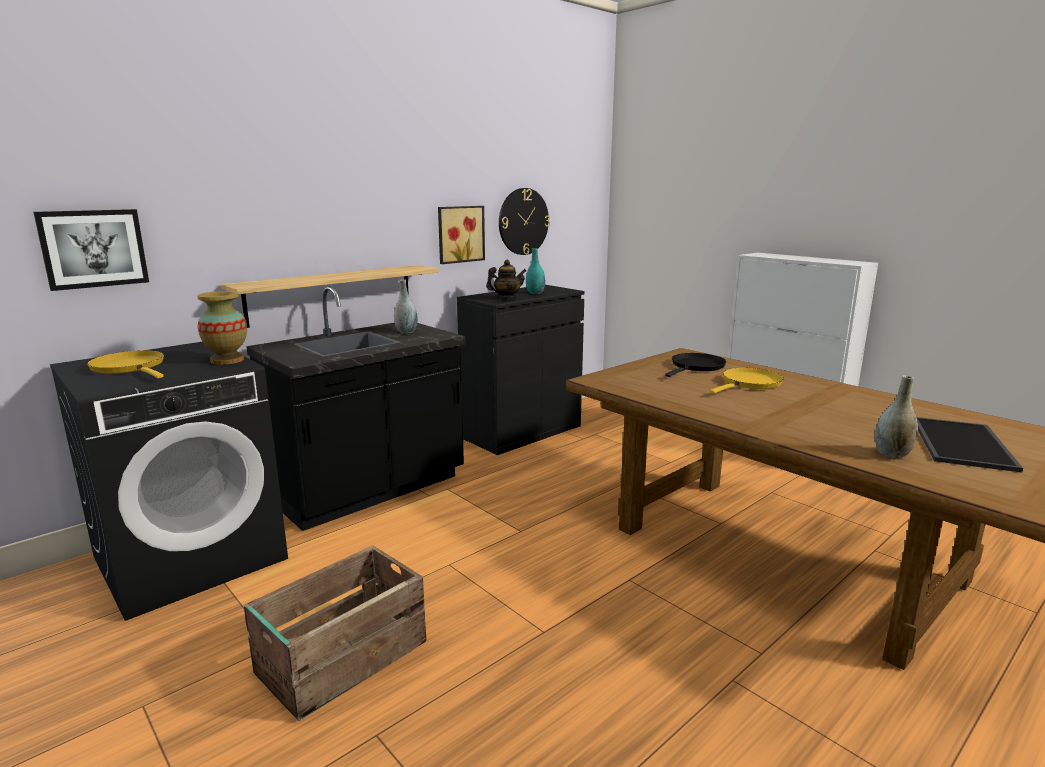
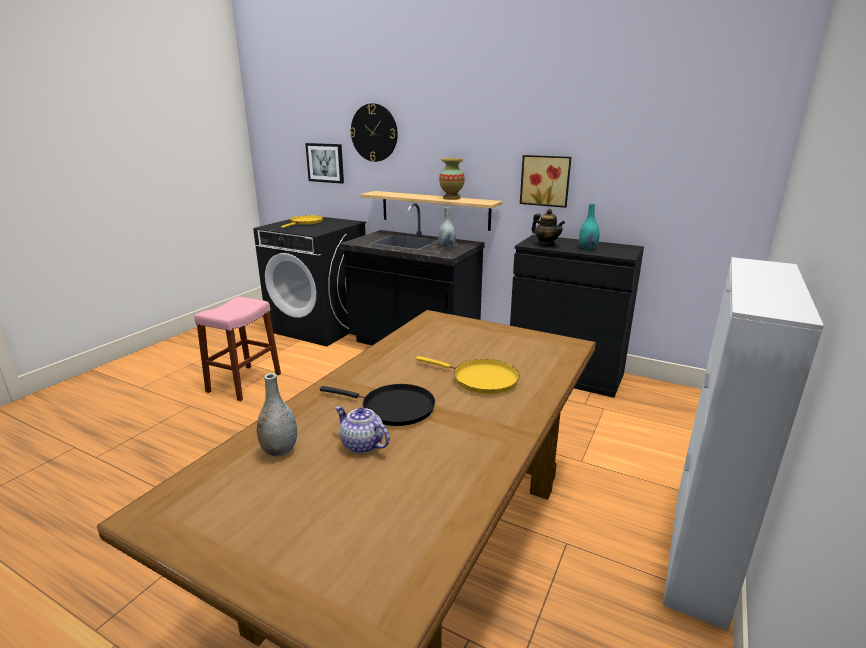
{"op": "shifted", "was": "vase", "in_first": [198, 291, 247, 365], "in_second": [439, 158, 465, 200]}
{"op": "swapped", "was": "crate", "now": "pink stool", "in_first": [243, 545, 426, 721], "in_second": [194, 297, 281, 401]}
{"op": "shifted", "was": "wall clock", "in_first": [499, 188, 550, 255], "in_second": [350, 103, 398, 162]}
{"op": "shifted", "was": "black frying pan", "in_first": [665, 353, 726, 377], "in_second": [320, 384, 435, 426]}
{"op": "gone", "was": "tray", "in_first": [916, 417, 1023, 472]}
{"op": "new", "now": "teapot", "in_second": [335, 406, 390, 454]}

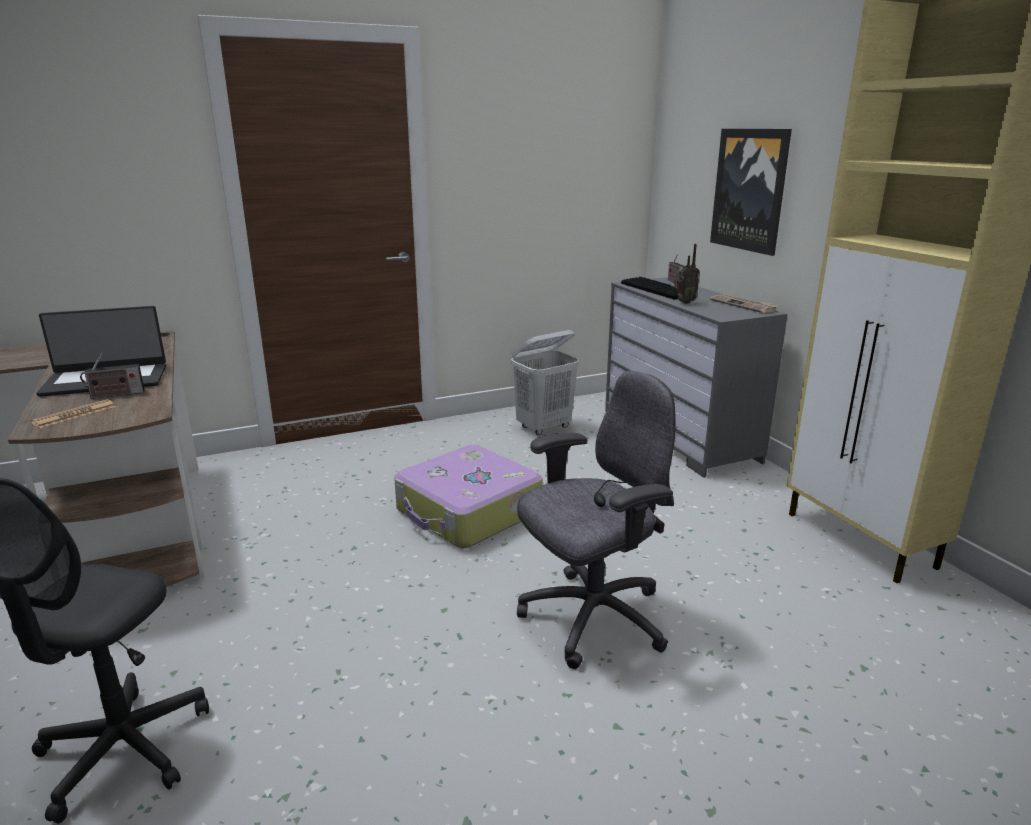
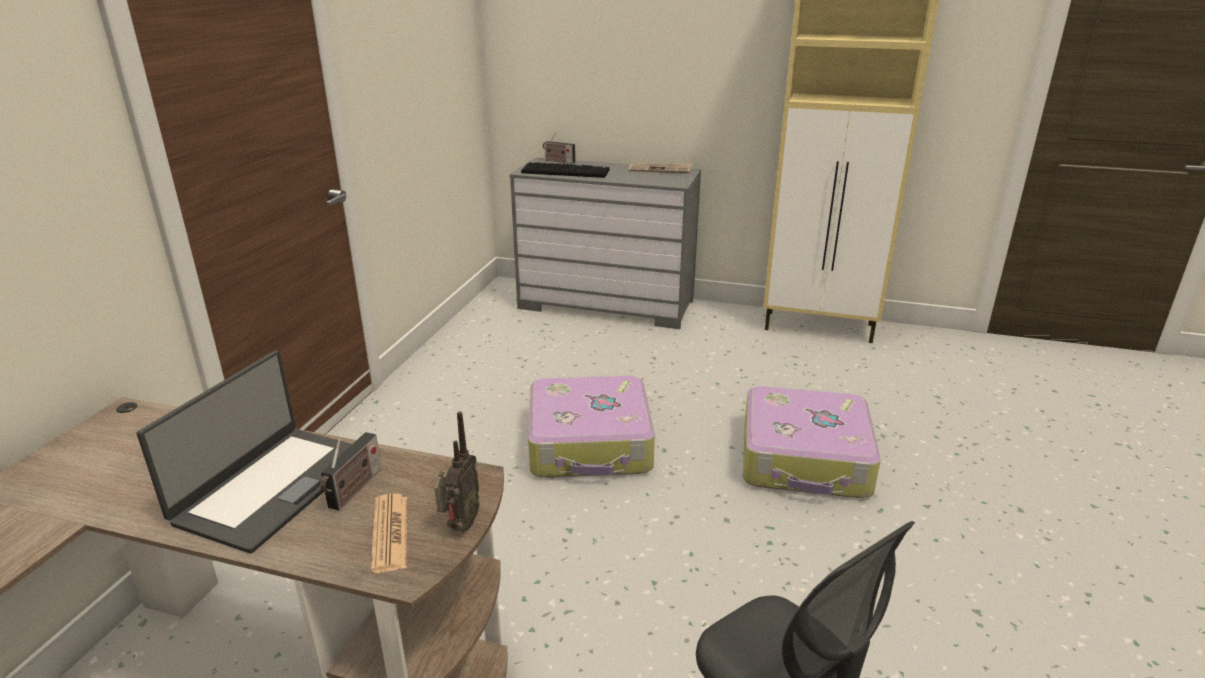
{"op": "gone", "was": "white laundry basket", "in_first": [511, 330, 579, 435]}
{"op": "swapped", "was": "grey office chair", "now": "suitcase", "in_first": [517, 371, 675, 669], "in_second": [743, 386, 881, 498]}
{"op": "shifted", "was": "radio", "in_first": [674, 244, 699, 304], "in_second": [434, 412, 480, 532]}
{"op": "gone", "was": "picture", "in_first": [710, 129, 792, 256]}

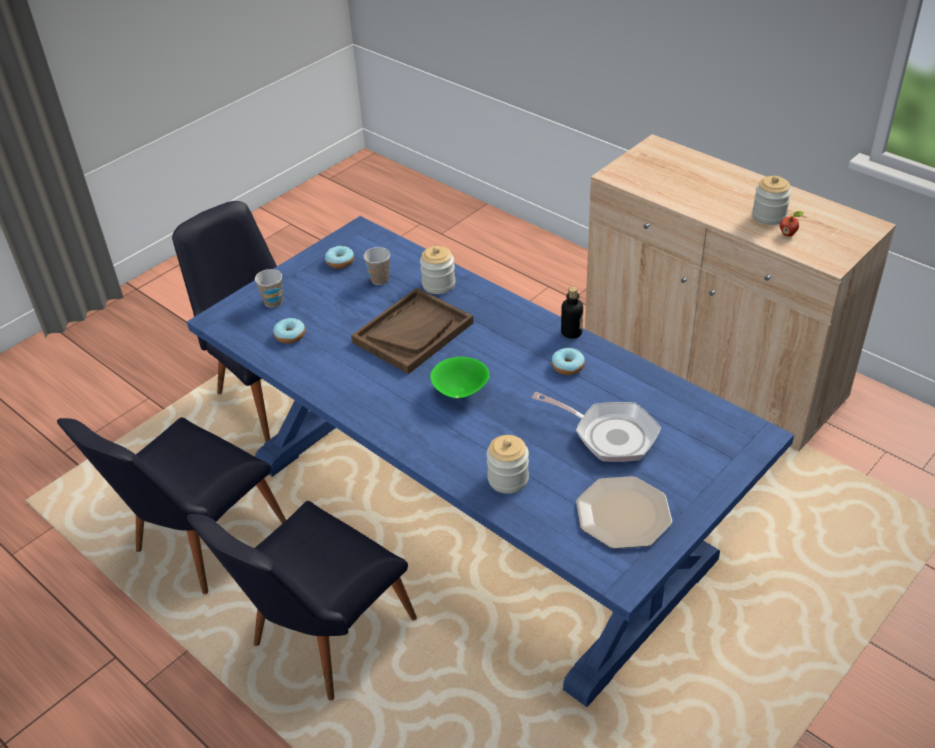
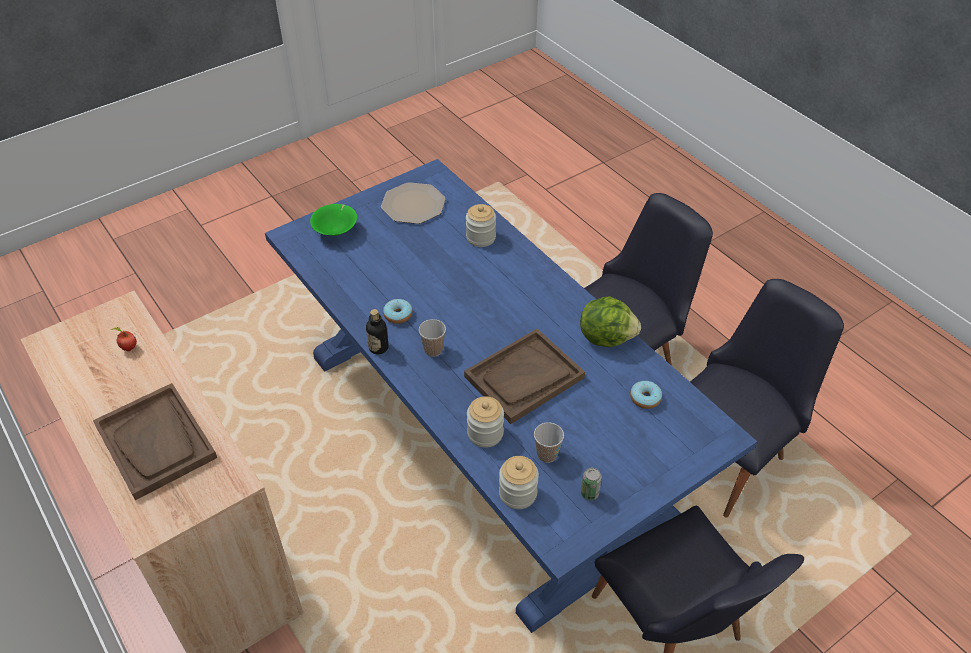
{"op": "shifted", "was": "cup", "in_first": [255, 269, 283, 308], "in_second": [419, 319, 446, 357]}
{"op": "swapped", "was": "donut", "now": "can", "in_first": [325, 246, 354, 269], "in_second": [581, 468, 602, 500]}
{"op": "shifted", "was": "green bowl", "in_first": [430, 357, 489, 398], "in_second": [310, 204, 357, 236]}
{"op": "gone", "was": "frying pan", "in_first": [532, 392, 661, 462]}
{"op": "shifted", "was": "jar", "in_first": [752, 176, 791, 225], "in_second": [499, 456, 539, 509]}
{"op": "new", "now": "brown tray", "in_second": [93, 383, 217, 500]}
{"op": "new", "now": "lettuce", "in_second": [580, 296, 641, 347]}

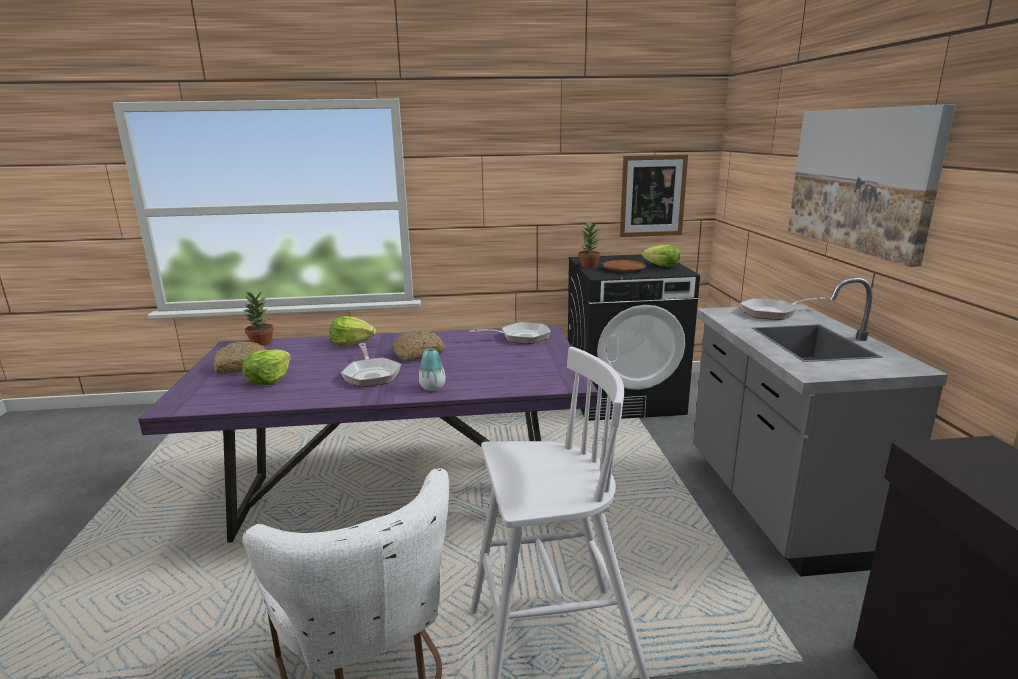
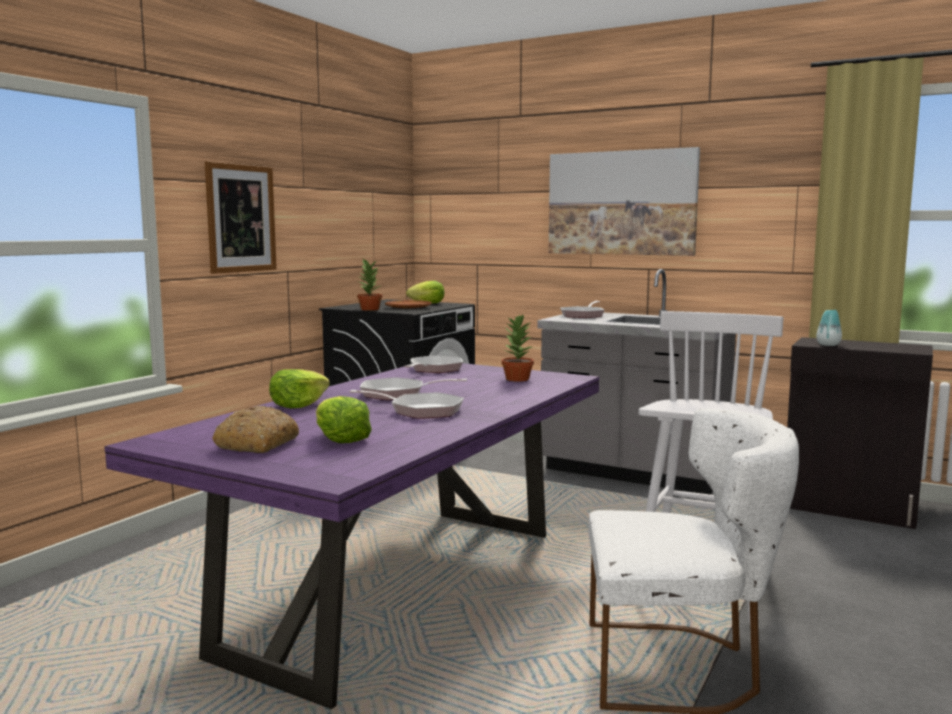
{"op": "shifted", "was": "potted plant", "in_first": [244, 291, 274, 346], "in_second": [502, 314, 534, 382]}
{"op": "swapped", "was": "bread", "now": "frying pan", "in_first": [392, 329, 444, 361], "in_second": [360, 377, 467, 400]}
{"op": "shifted", "was": "vase", "in_first": [419, 349, 446, 391], "in_second": [816, 310, 842, 346]}
{"op": "shifted", "was": "picture", "in_first": [620, 154, 688, 237], "in_second": [205, 161, 277, 274]}

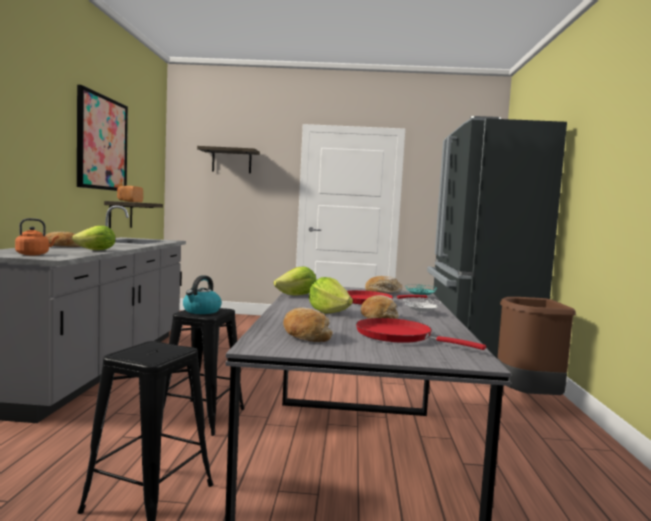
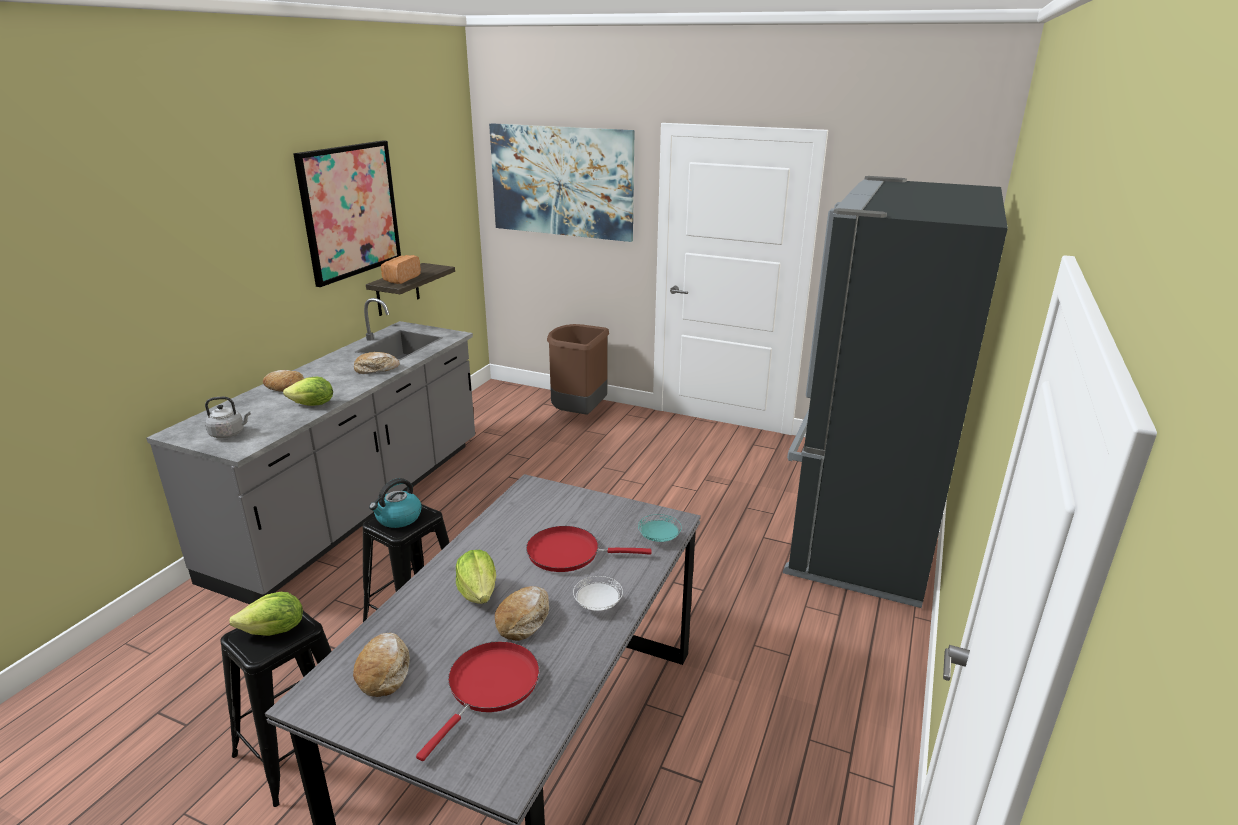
{"op": "repainted", "was": "orange kettle", "now": "grey kettle", "in_first": [15, 218, 59, 255], "in_second": [205, 397, 251, 438]}
{"op": "swapped", "was": "shelf", "now": "picture", "in_first": [197, 146, 260, 173], "in_second": [489, 123, 635, 242]}
{"op": "shifted", "was": "lettuce", "in_first": [274, 266, 317, 296], "in_second": [229, 592, 303, 636]}
{"op": "rotated", "was": "red frying pan", "in_first": [356, 318, 486, 350], "in_second": [416, 641, 540, 761], "clockwise": 60}
{"op": "shifted", "was": "bread", "in_first": [365, 276, 402, 294], "in_second": [354, 352, 399, 374]}
{"op": "shifted", "was": "brown trash can", "in_first": [497, 297, 576, 395], "in_second": [547, 324, 609, 415]}

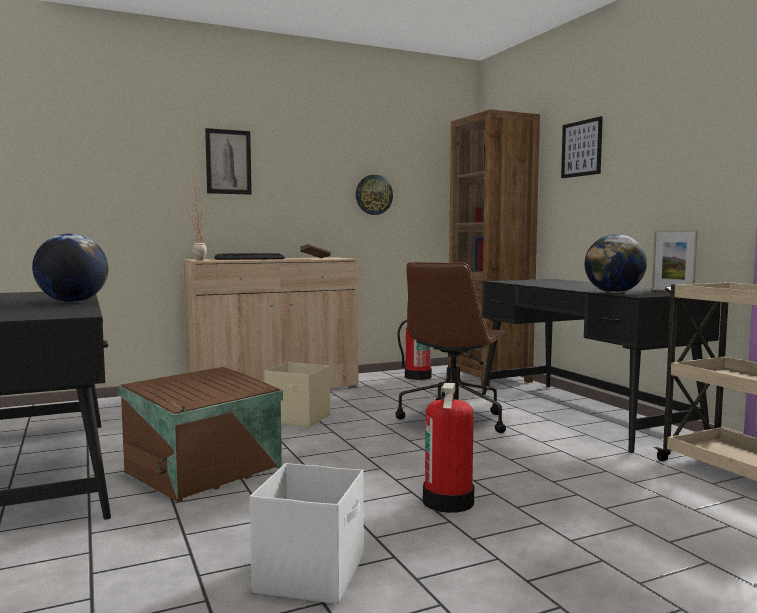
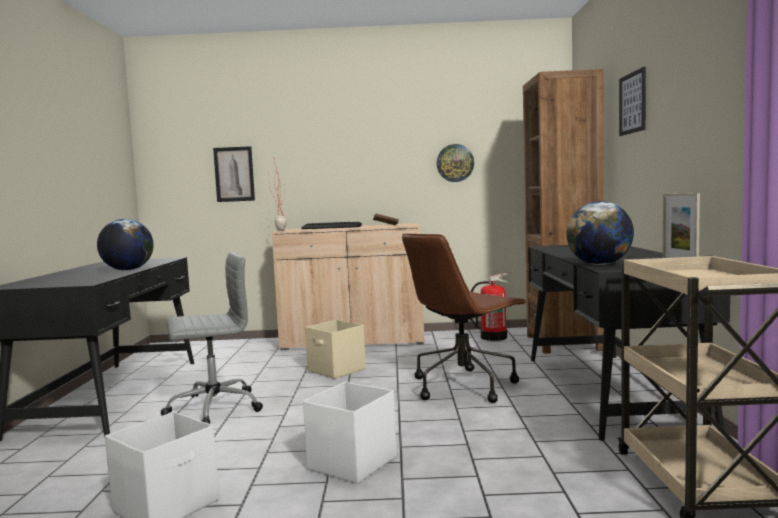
{"op": "swapped", "was": "brown storage box", "now": "grey office chair", "in_first": [118, 367, 283, 502], "in_second": [161, 252, 263, 424]}
{"op": "shifted", "was": "picture", "in_first": [205, 128, 252, 195], "in_second": [213, 146, 255, 202]}
{"op": "swapped", "was": "fire extinguisher", "now": "white storage box", "in_first": [423, 383, 474, 513], "in_second": [303, 382, 397, 484]}

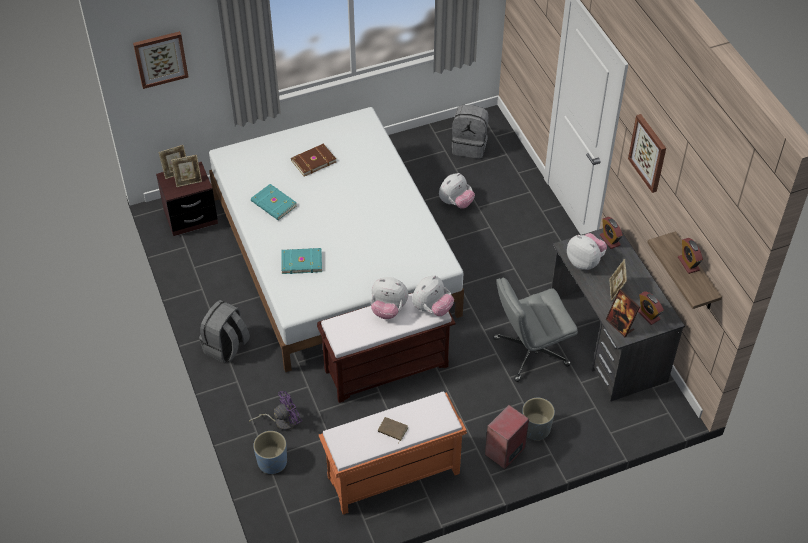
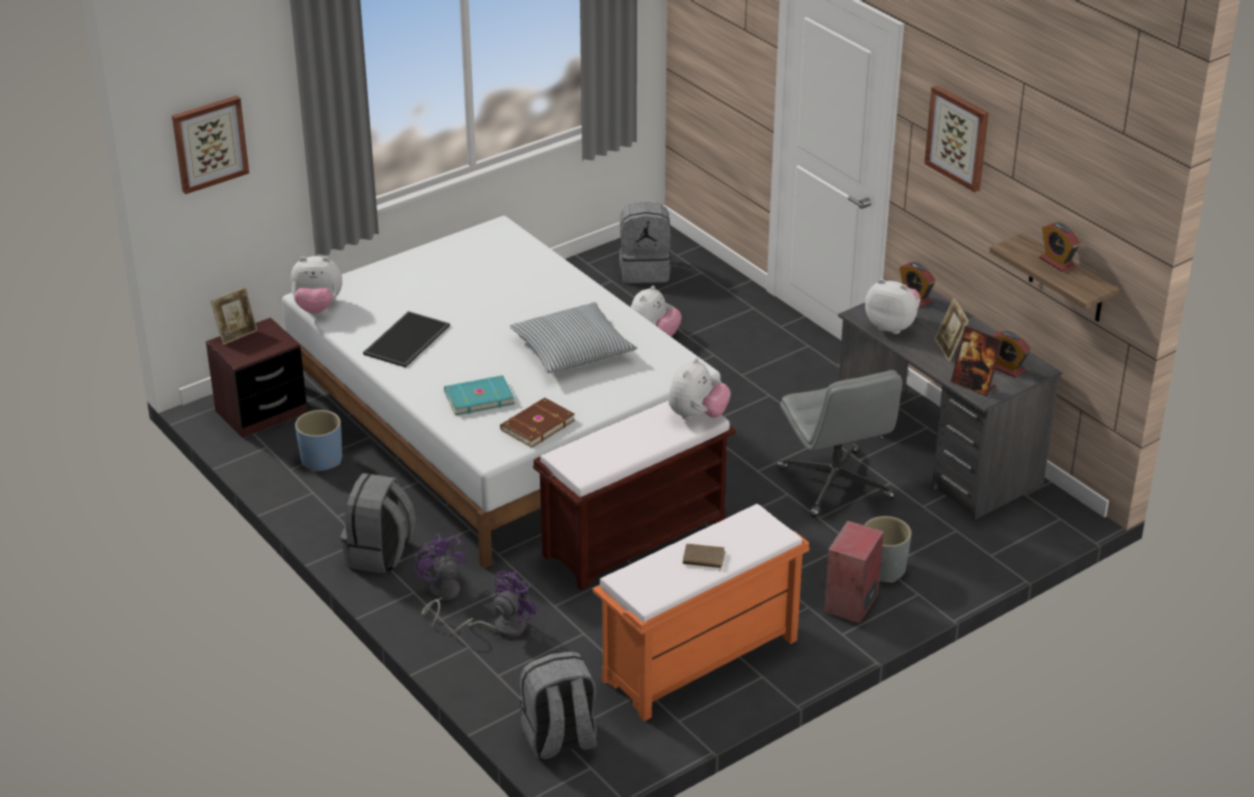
{"op": "gone", "was": "picture frame", "in_first": [171, 155, 202, 187]}
{"op": "swapped", "was": "turquoise book", "now": "tray", "in_first": [251, 184, 297, 220], "in_second": [363, 311, 450, 368]}
{"op": "shifted", "was": "blue planter", "in_first": [253, 431, 287, 474], "in_second": [295, 410, 342, 472]}
{"op": "shifted", "was": "brown book", "in_first": [291, 144, 336, 177], "in_second": [500, 397, 575, 448]}
{"op": "shifted", "was": "plush toy", "in_first": [371, 277, 408, 319], "in_second": [291, 256, 342, 314]}
{"op": "rotated", "was": "grey office chair", "in_first": [493, 278, 578, 382], "in_second": [777, 370, 902, 518], "clockwise": -75}
{"op": "new", "now": "purple fan", "in_second": [414, 534, 468, 627]}
{"op": "new", "now": "pillow", "in_second": [509, 302, 637, 373]}
{"op": "new", "now": "grey backpack", "in_second": [520, 651, 597, 760]}

